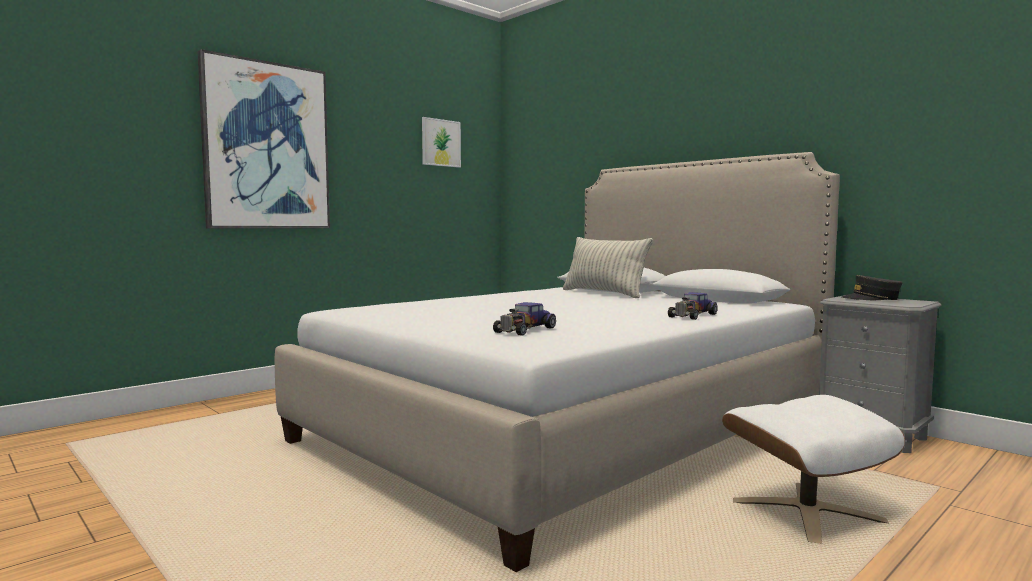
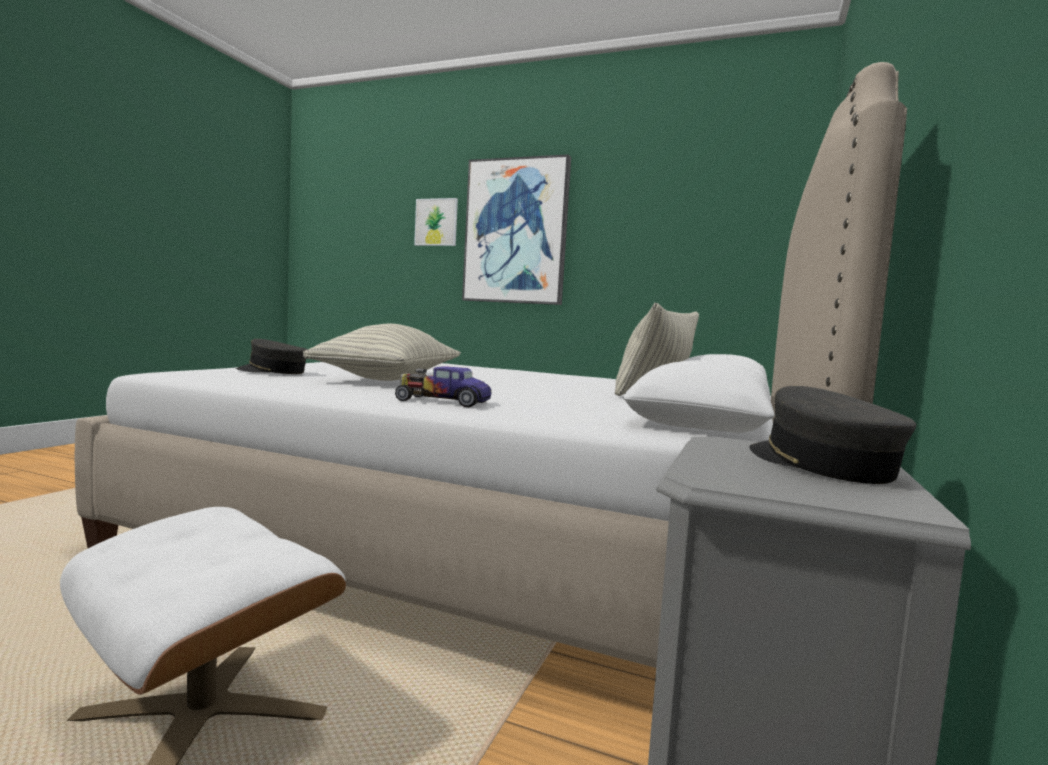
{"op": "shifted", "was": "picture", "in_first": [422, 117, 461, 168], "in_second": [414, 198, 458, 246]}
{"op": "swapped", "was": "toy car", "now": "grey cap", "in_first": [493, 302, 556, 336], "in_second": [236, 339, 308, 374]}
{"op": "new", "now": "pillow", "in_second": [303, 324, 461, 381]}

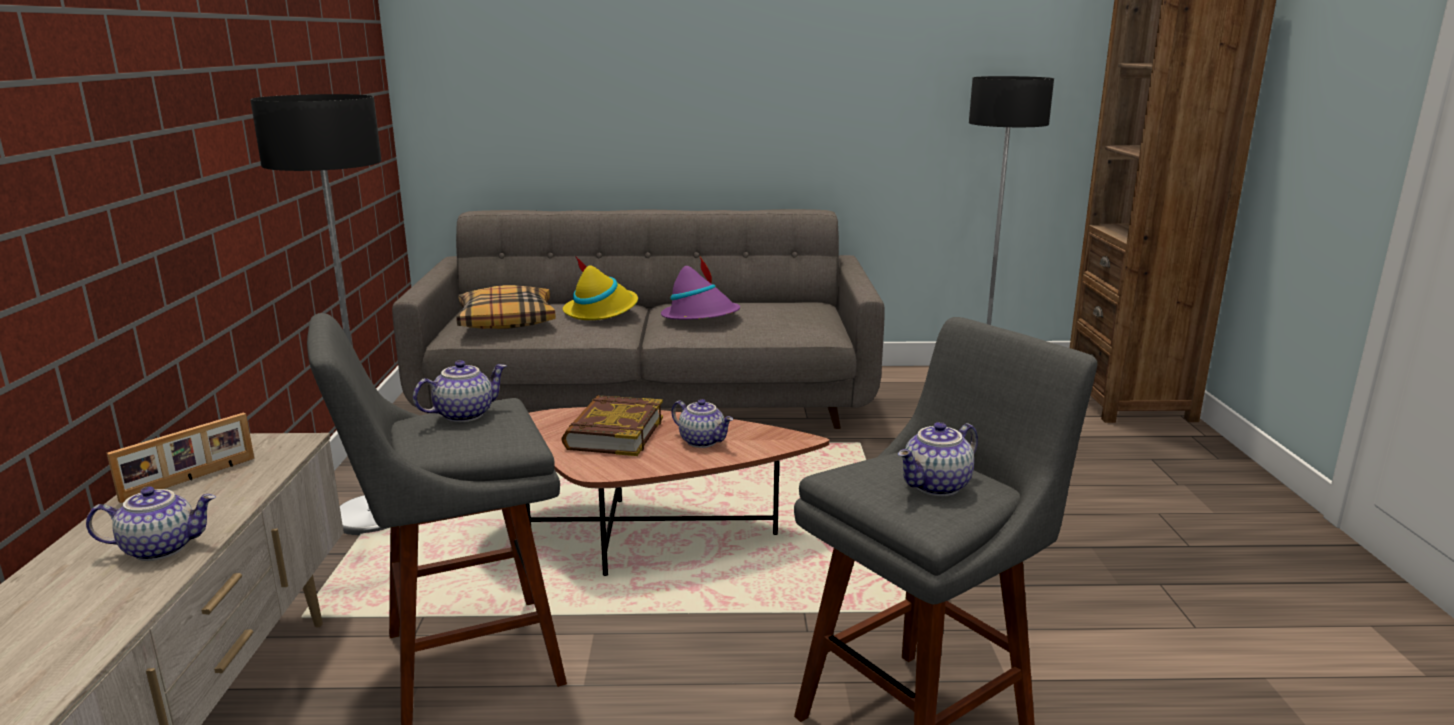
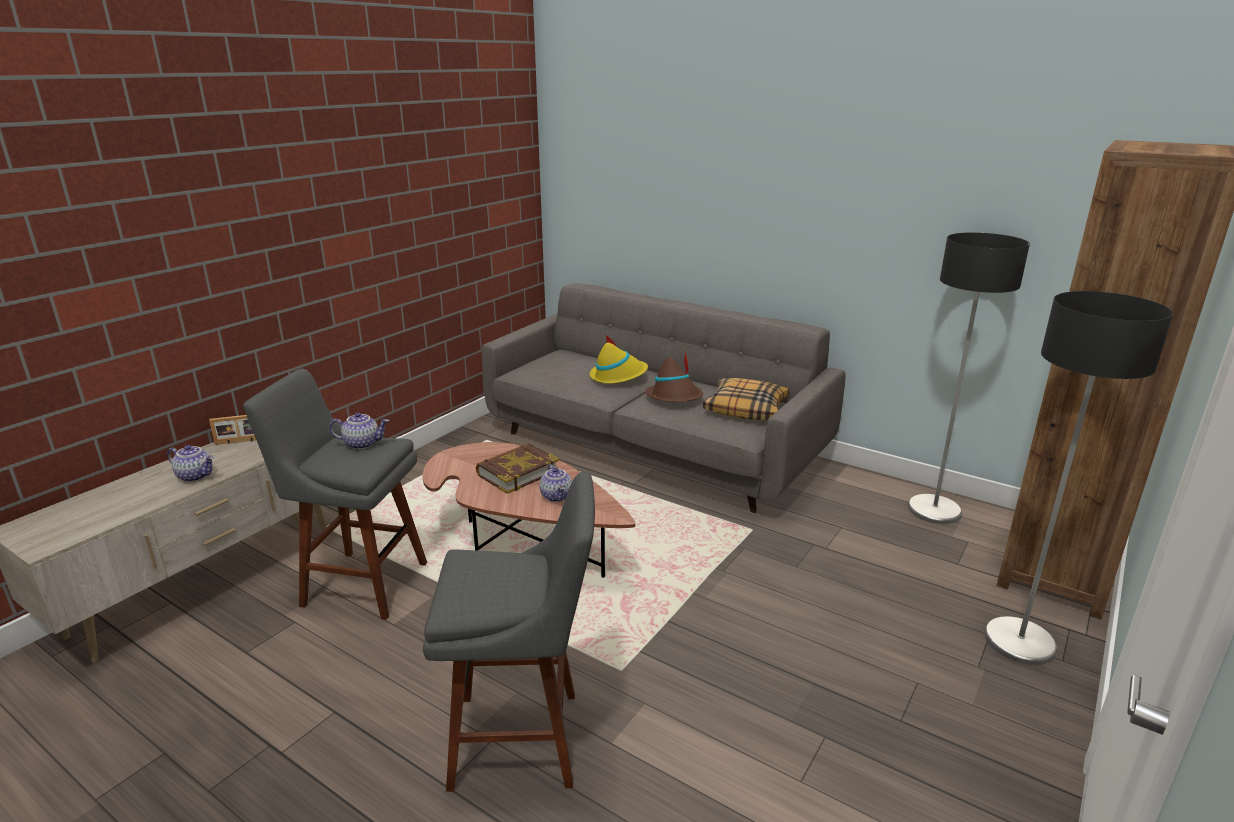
{"op": "shifted", "was": "floor lamp", "in_first": [250, 94, 390, 535], "in_second": [985, 291, 1173, 665]}
{"op": "shifted", "was": "pillow", "in_first": [456, 285, 556, 329], "in_second": [703, 378, 789, 420]}
{"op": "repainted", "was": "purple hat", "now": "brown hat", "in_first": [661, 256, 741, 320], "in_second": [645, 351, 703, 402]}
{"op": "gone", "was": "teapot", "in_first": [898, 422, 978, 496]}

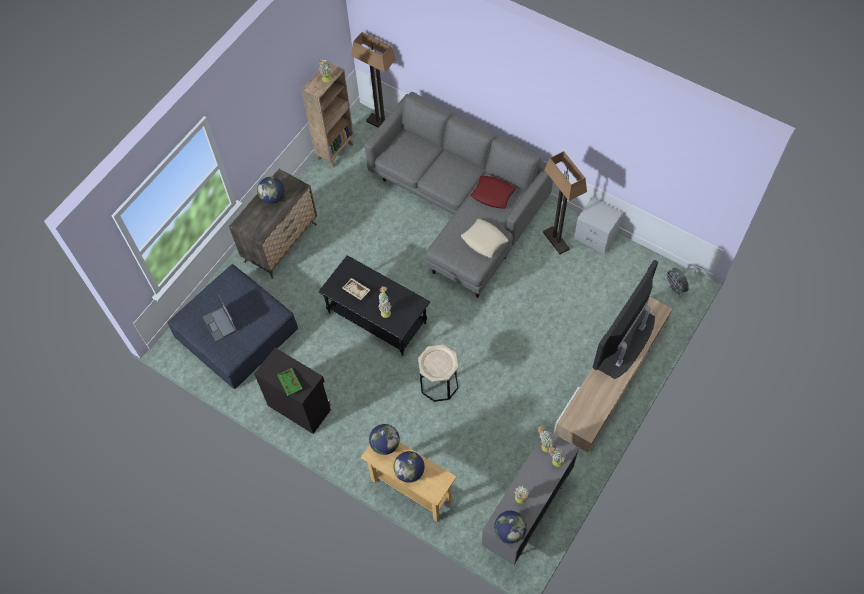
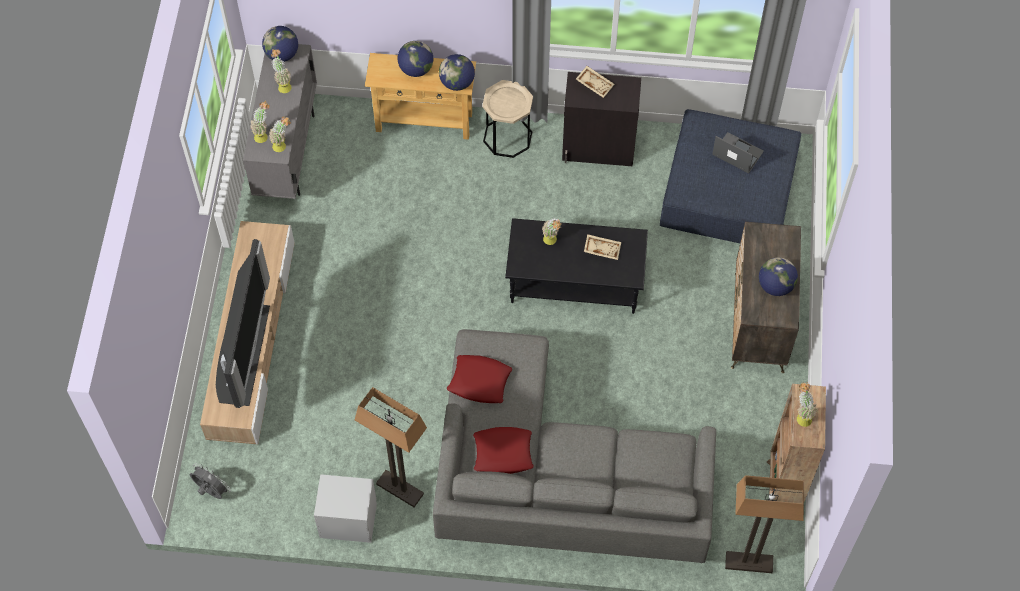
{"op": "repainted", "was": "green tray", "now": "beige tray", "in_first": [277, 368, 303, 396], "in_second": [576, 66, 614, 98]}
{"op": "shifted", "was": "beige side table", "in_first": [418, 345, 458, 402], "in_second": [482, 80, 533, 158]}
{"op": "repainted", "was": "beige pillow", "now": "red pillow", "in_first": [461, 219, 508, 258], "in_second": [447, 355, 512, 403]}

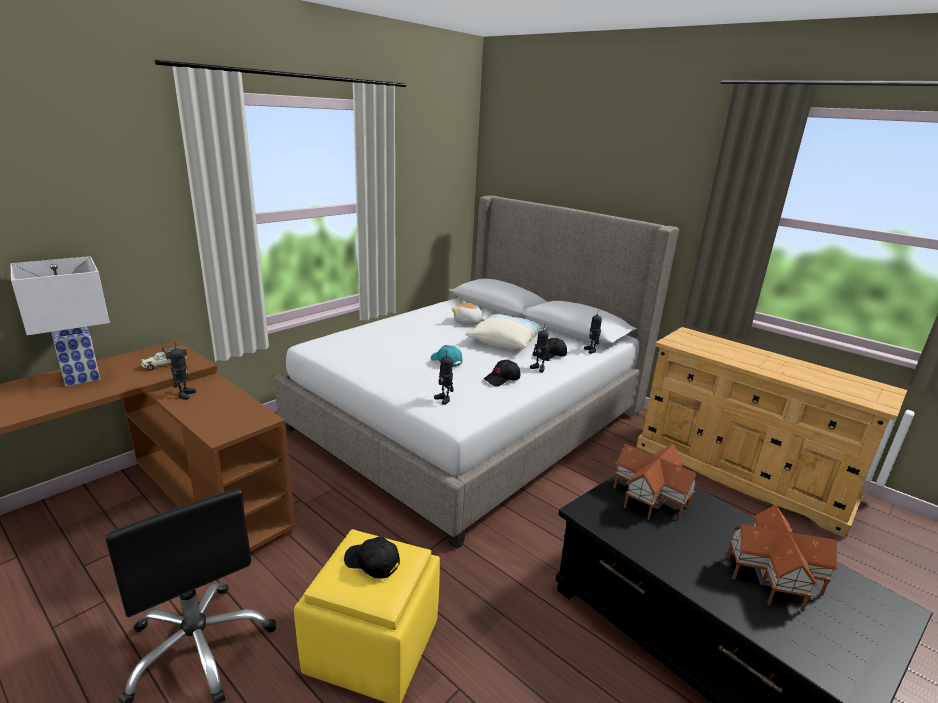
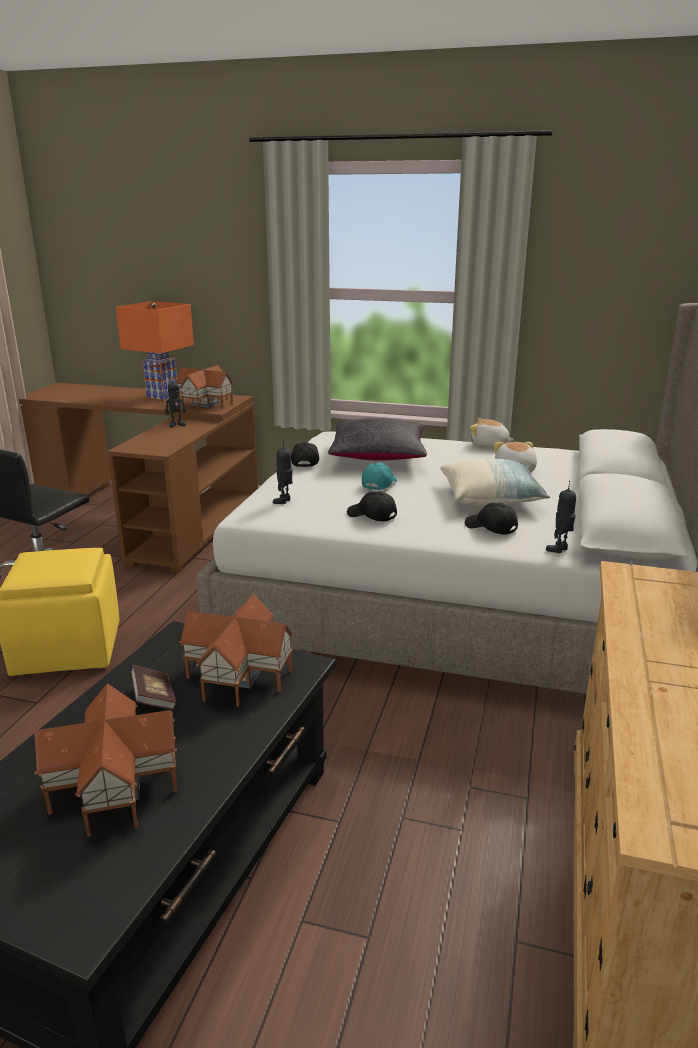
{"op": "repainted", "was": "white table lamp", "now": "orange table lamp", "in_first": [10, 256, 110, 387], "in_second": [116, 301, 194, 400]}
{"op": "swapped", "was": "toy truck", "now": "toy house", "in_first": [141, 343, 188, 370], "in_second": [175, 365, 233, 411]}
{"op": "shifted", "was": "black cap", "in_first": [344, 537, 400, 579], "in_second": [291, 442, 319, 467]}
{"op": "gone", "was": "toy robot", "in_first": [530, 324, 549, 373]}
{"op": "new", "now": "book", "in_second": [130, 665, 176, 710]}
{"op": "new", "now": "black pillow", "in_second": [328, 418, 427, 461]}
{"op": "new", "now": "plush toy", "in_second": [470, 418, 514, 448]}

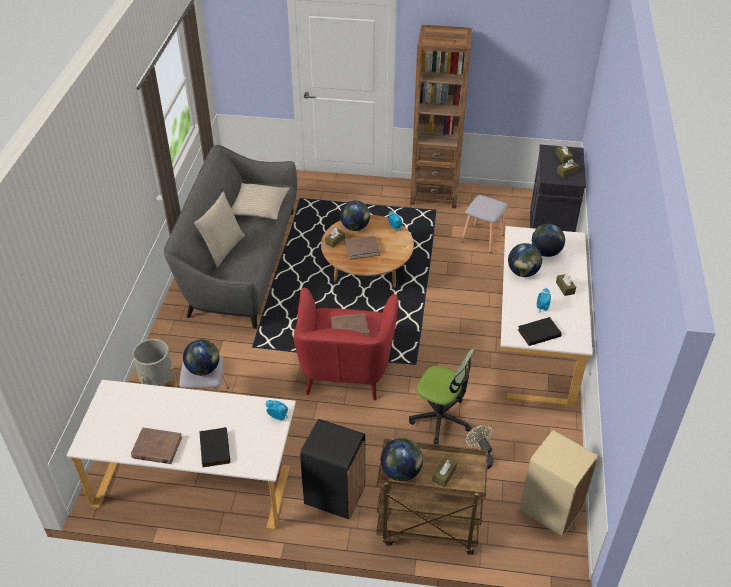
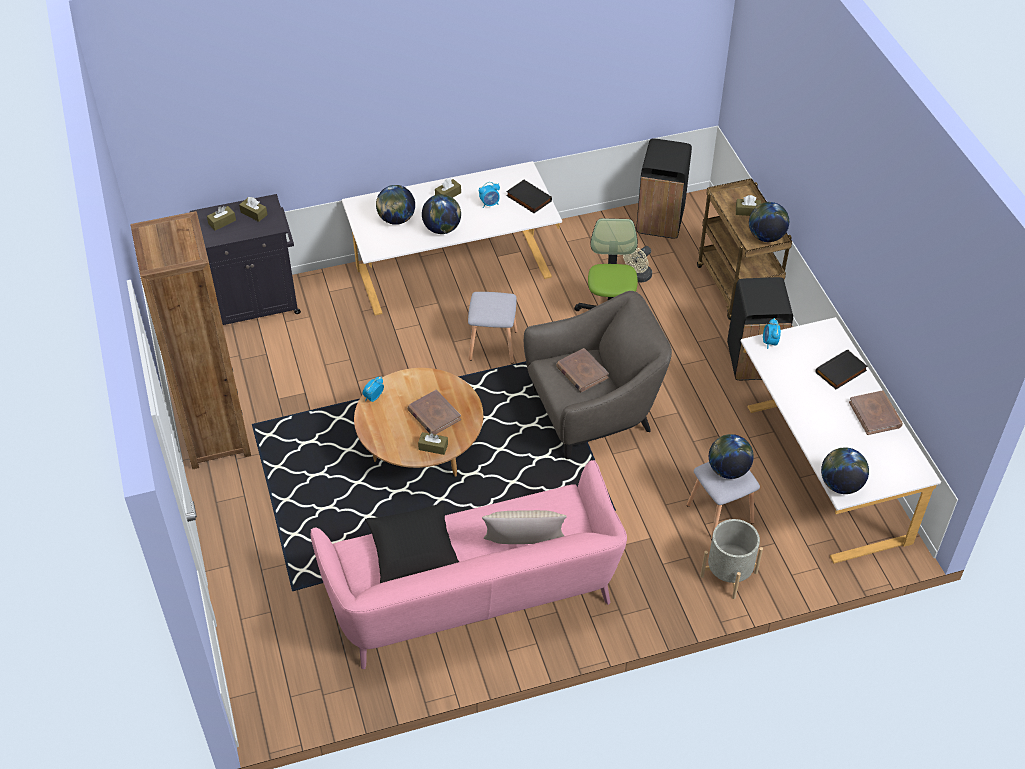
{"op": "repainted", "was": "grey sofa", "now": "pink sofa", "in_first": [164, 145, 297, 329], "in_second": [311, 460, 627, 669]}
{"op": "repainted", "was": "beige pillow", "now": "black pillow", "in_first": [231, 183, 290, 220], "in_second": [365, 503, 459, 583]}
{"op": "repainted", "was": "red armchair", "now": "grey armchair", "in_first": [294, 287, 398, 400], "in_second": [524, 291, 672, 459]}
{"op": "shifted", "was": "globe", "in_first": [340, 201, 370, 231], "in_second": [821, 447, 869, 494]}
{"op": "shifted", "was": "grey stool", "in_first": [461, 195, 507, 253], "in_second": [468, 292, 517, 364]}
{"op": "repainted", "was": "beige trash can", "now": "black trash can", "in_first": [520, 430, 599, 537], "in_second": [636, 139, 692, 239]}

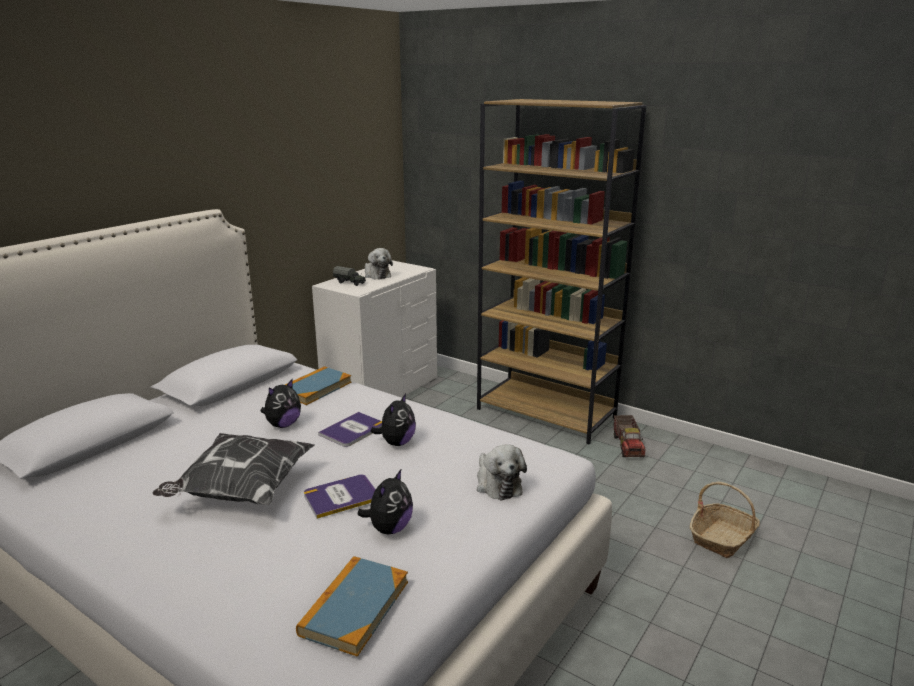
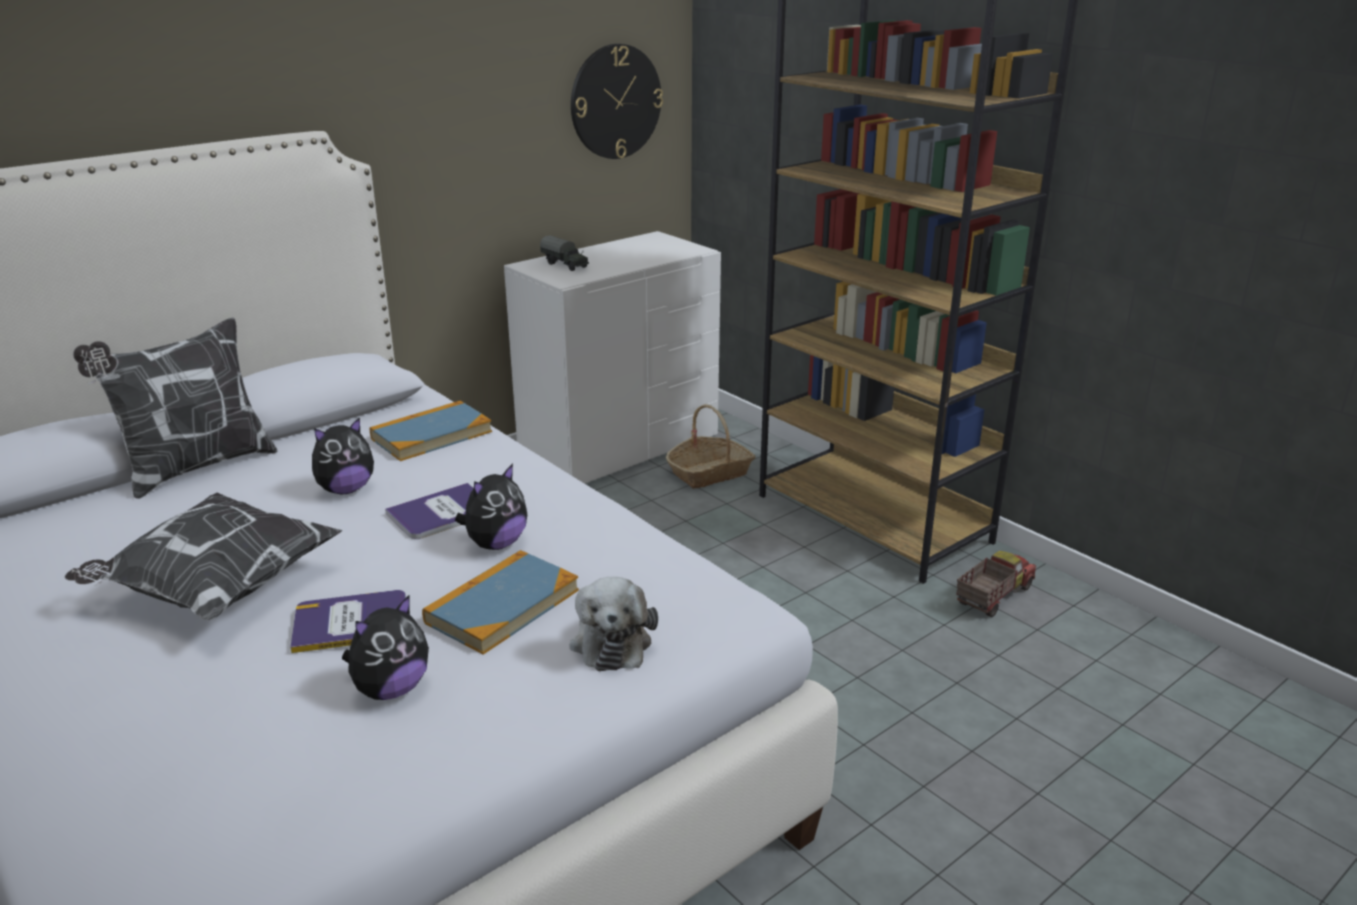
{"op": "shifted", "was": "book", "in_first": [296, 556, 408, 657], "in_second": [422, 550, 579, 655]}
{"op": "gone", "was": "plush toy", "in_first": [365, 248, 393, 280]}
{"op": "rotated", "was": "toy truck", "in_first": [613, 415, 646, 457], "in_second": [956, 551, 1036, 618], "clockwise": -150}
{"op": "shifted", "was": "basket", "in_first": [690, 482, 760, 558], "in_second": [666, 404, 755, 489]}
{"op": "new", "now": "pillow", "in_second": [73, 318, 278, 499]}
{"op": "new", "now": "wall clock", "in_second": [571, 44, 663, 159]}

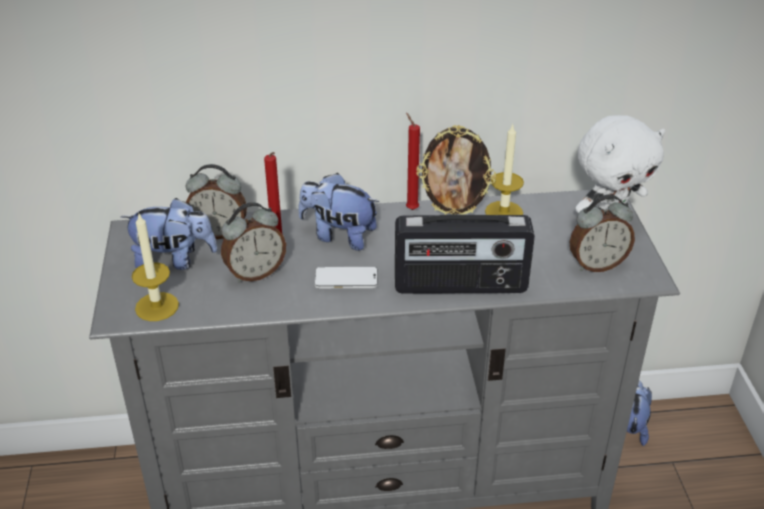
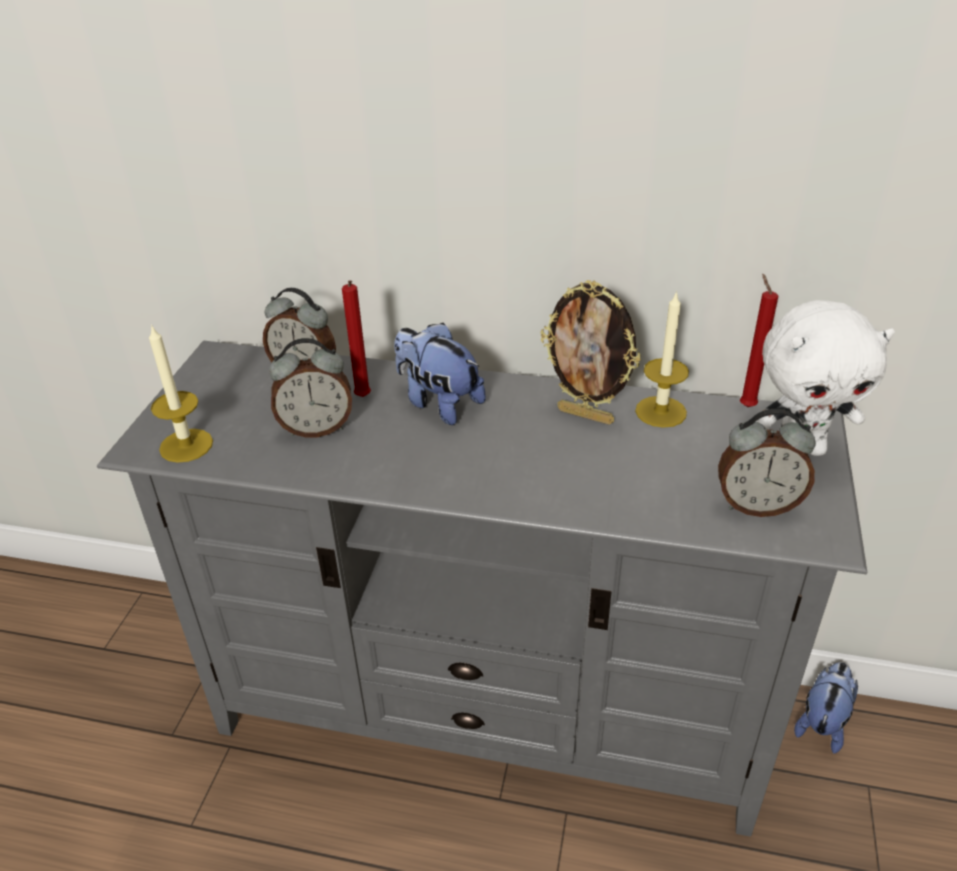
{"op": "gone", "was": "plush toy", "in_first": [121, 198, 217, 270]}
{"op": "gone", "was": "phone", "in_first": [314, 267, 378, 288]}
{"op": "gone", "was": "radio", "in_first": [395, 214, 535, 294]}
{"op": "shifted", "was": "red candle", "in_first": [406, 113, 420, 210], "in_second": [740, 274, 778, 407]}

